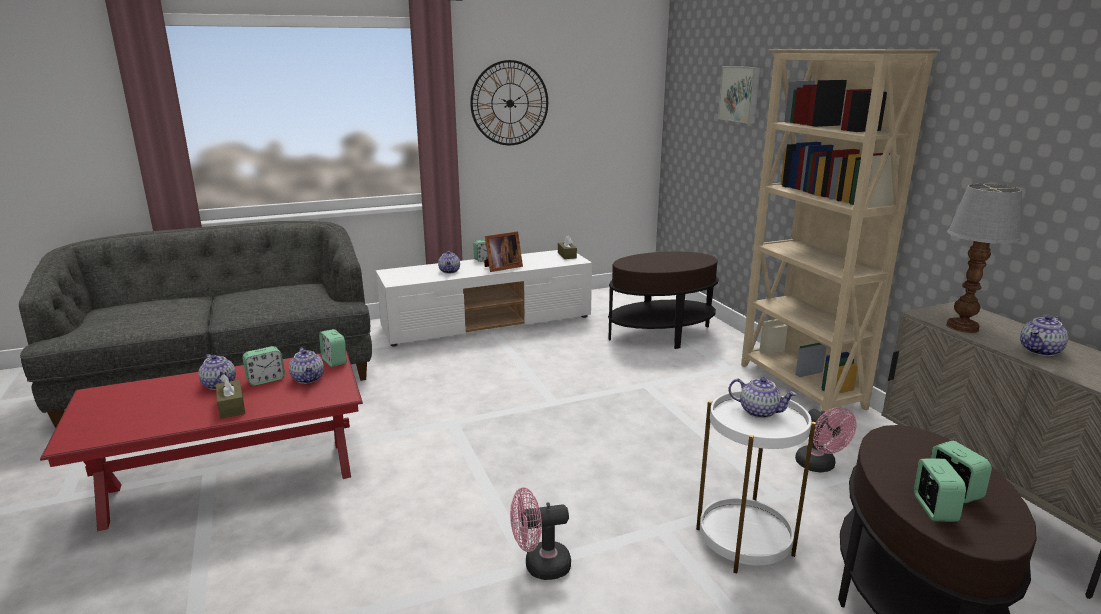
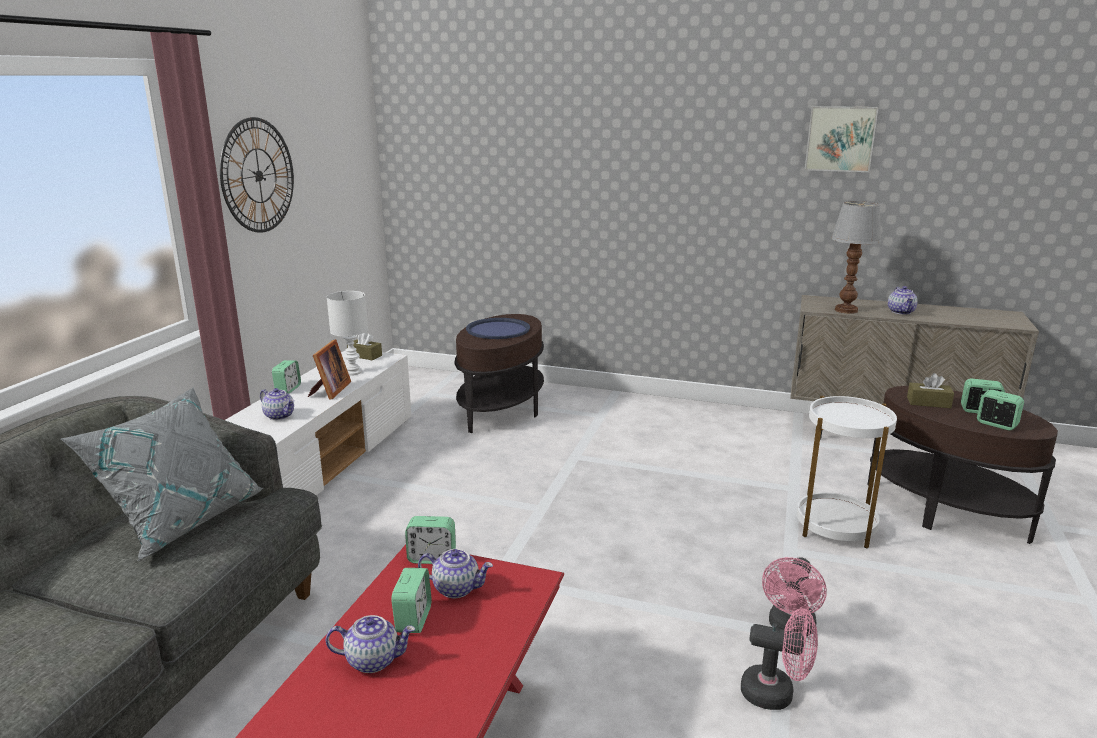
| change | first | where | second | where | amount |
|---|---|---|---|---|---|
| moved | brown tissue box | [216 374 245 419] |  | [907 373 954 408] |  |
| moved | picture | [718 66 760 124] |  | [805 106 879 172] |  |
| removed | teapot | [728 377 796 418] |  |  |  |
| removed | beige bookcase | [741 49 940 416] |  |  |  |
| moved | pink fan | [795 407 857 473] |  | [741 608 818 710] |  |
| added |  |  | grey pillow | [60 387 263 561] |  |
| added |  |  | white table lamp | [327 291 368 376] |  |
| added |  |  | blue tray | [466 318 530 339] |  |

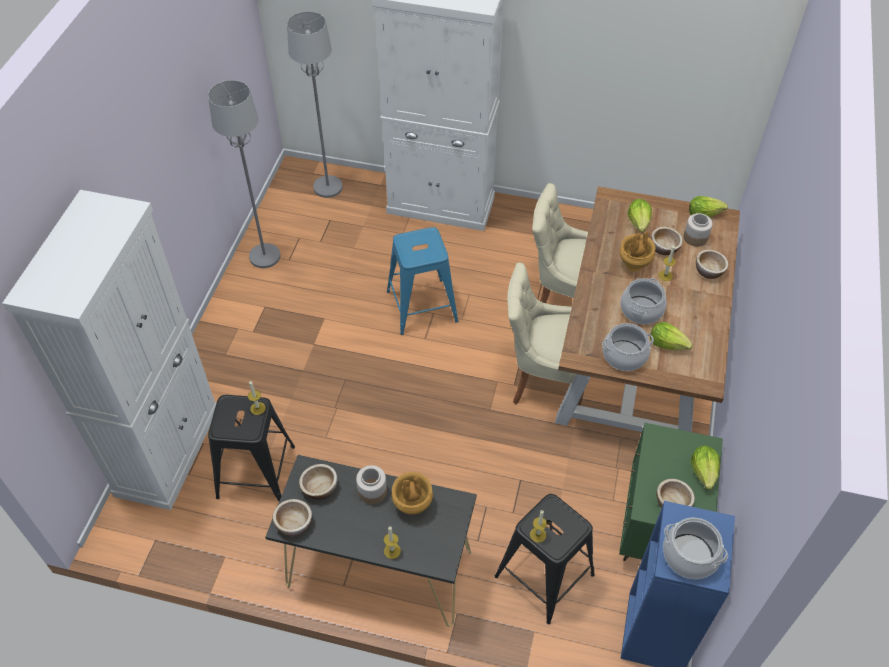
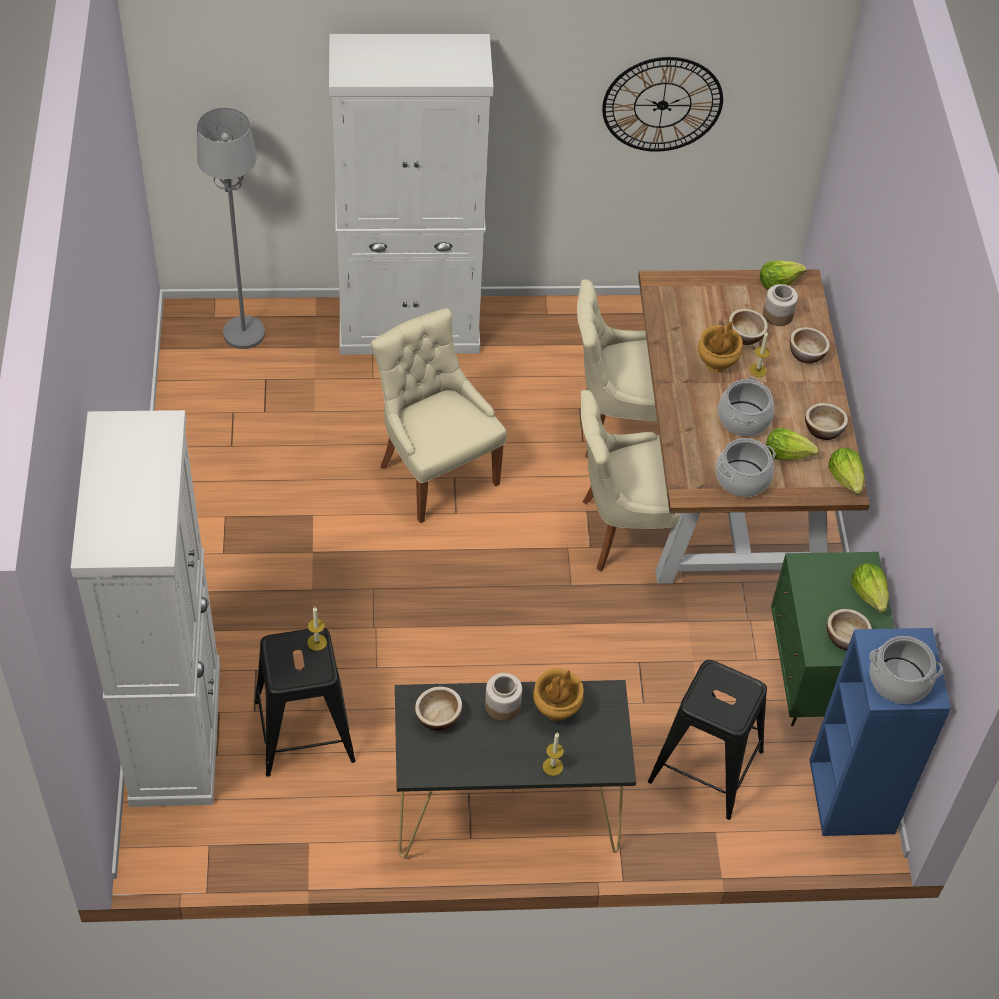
| change | first | where | second | where | amount |
|---|---|---|---|---|---|
| removed | grey floor lamp | [208 80 280 268] |  |  |  |
| moved | bowl | [273 499 312 536] |  | [805 403 848 440] |  |
| replaced | blue stool | [387 227 458 335] | beige chair | [371 308 507 523] |  |
| removed | candle | [530 510 547 543] |  |  |  |
| moved | lettuce | [628 199 652 232] |  | [828 448 865 494] |  |
| added |  |  | wall clock | [602 57 723 152] |  |

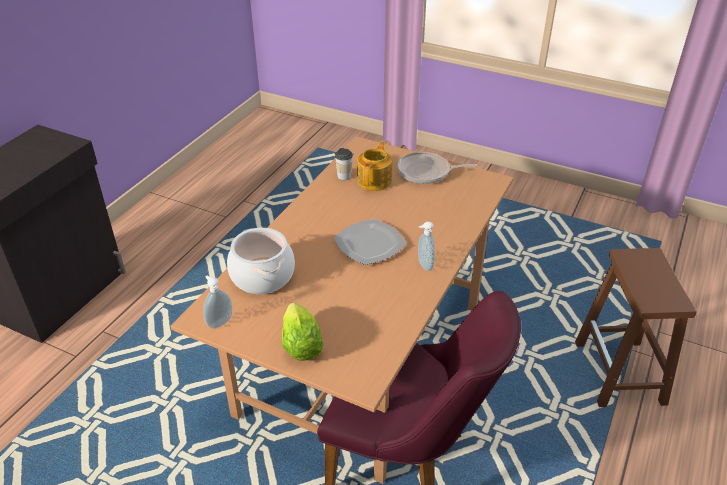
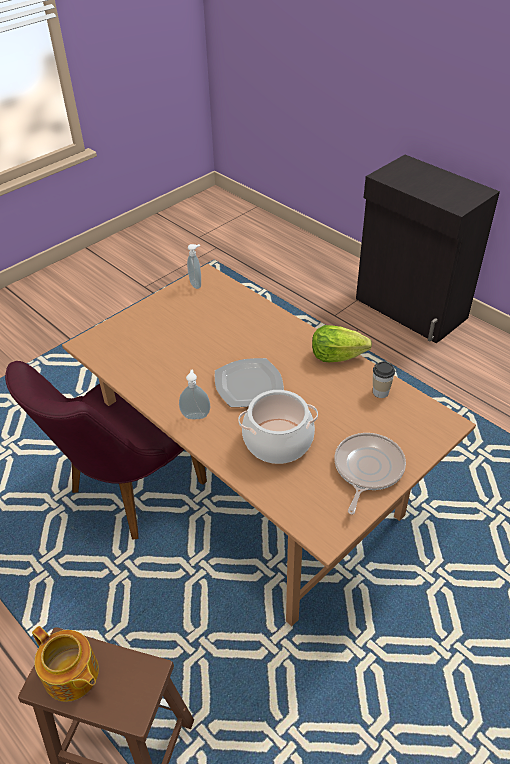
| change | first | where | second | where | amount |
|---|---|---|---|---|---|
| moved | cooking pot | [227 228 295 294] |  | [238 390 318 464] |  |
| moved | lettuce | [282 302 323 361] |  | [312 325 372 362] |  |
| moved | teapot | [357 142 392 191] |  | [32 626 99 702] |  |

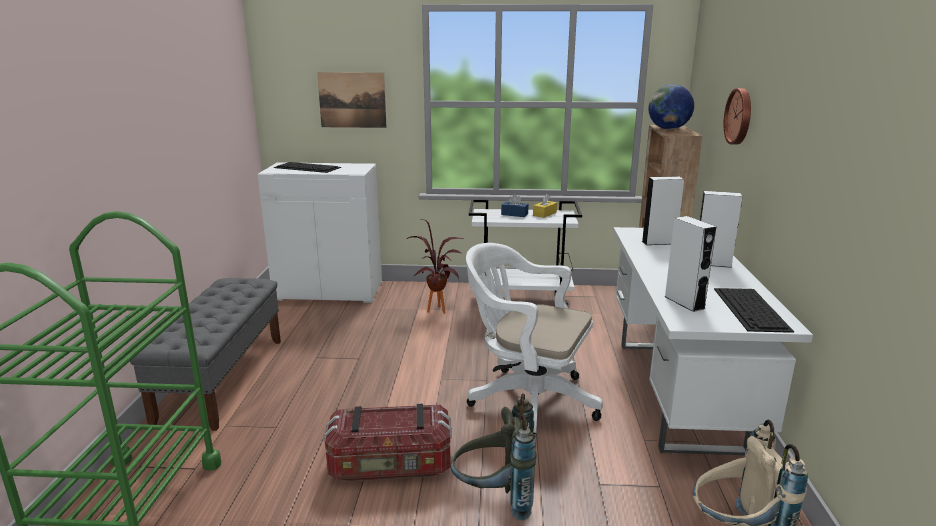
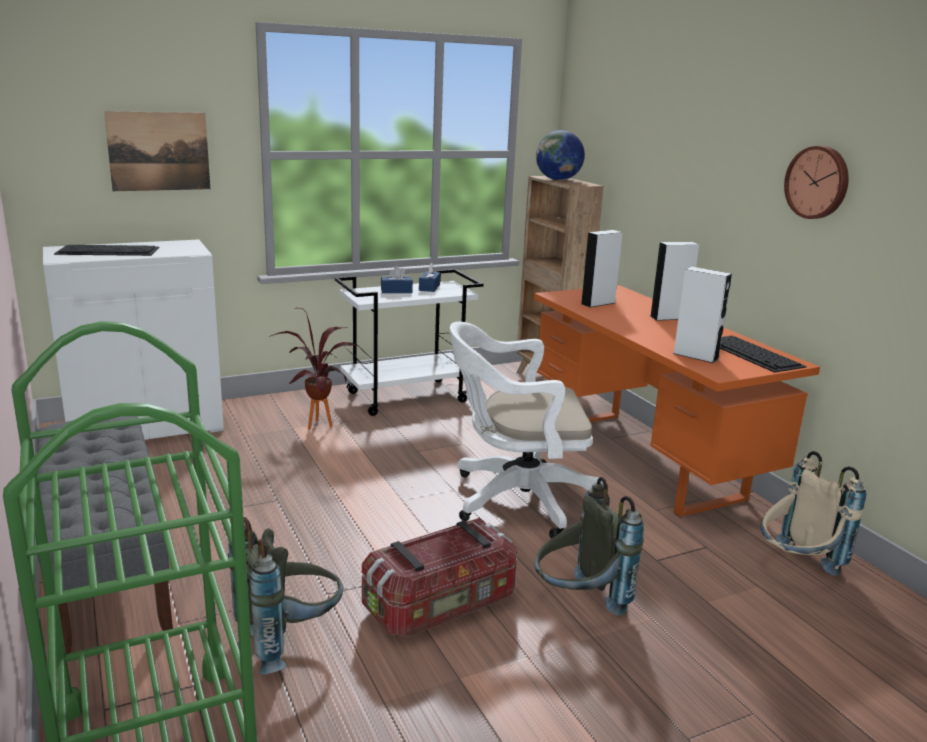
| change | first | where | second | where | amount |
|---|---|---|---|---|---|
| recoloured | yellow tissue box | [533 194 557 218] | blue tissue box | [419 263 440 292] |  |
| recoloured | white desk | [613 227 813 455] | orange desk | [534 285 820 518] |  |
| moved | wall clock | [724 88 751 145] |  | [784 146 849 219] |  |
| added |  |  | grey backpack | [228 517 343 674] |  |

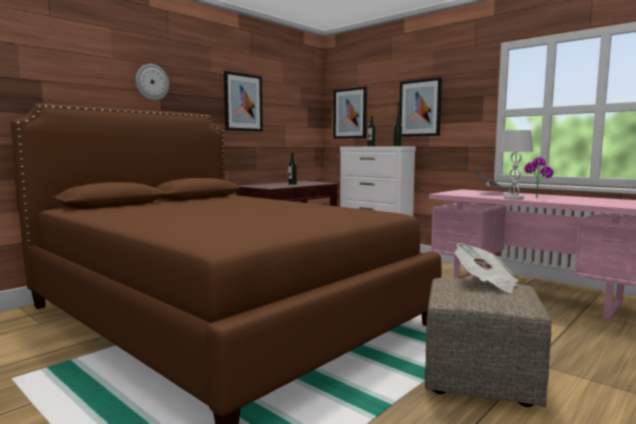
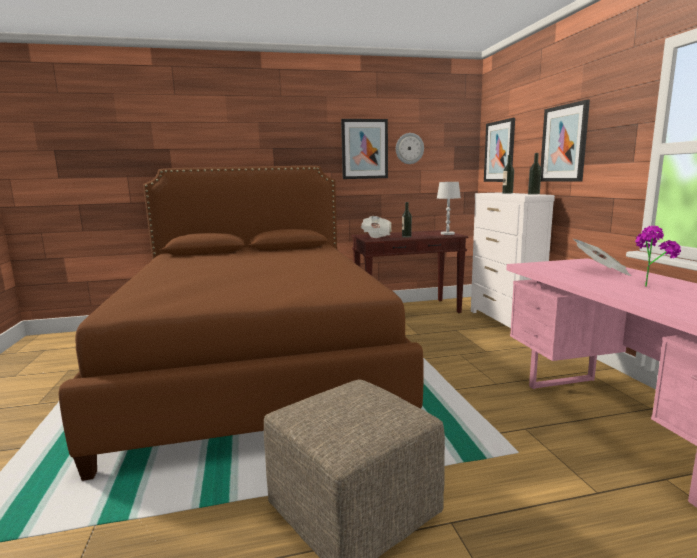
| change | first | where | second | where | amount |
|---|---|---|---|---|---|
| moved | wall clock | [136 64 169 101] |  | [396 133 424 164] |  |
| moved | newspaper | [455 243 518 293] |  | [361 216 391 238] |  |
| moved | white table lamp | [500 130 533 199] |  | [437 182 461 235] |  |

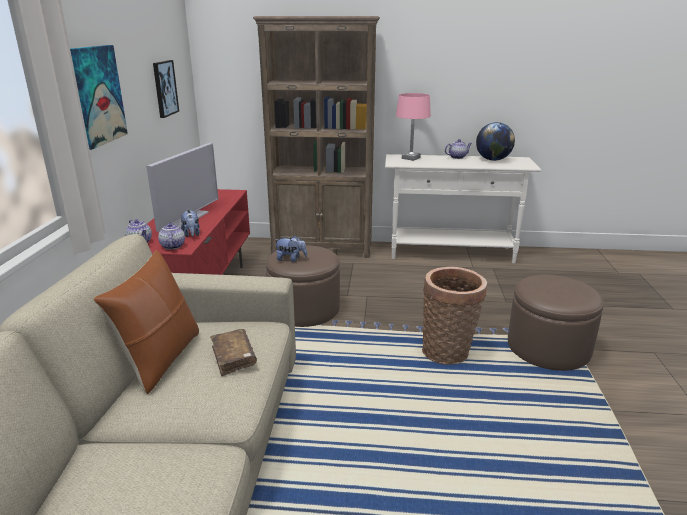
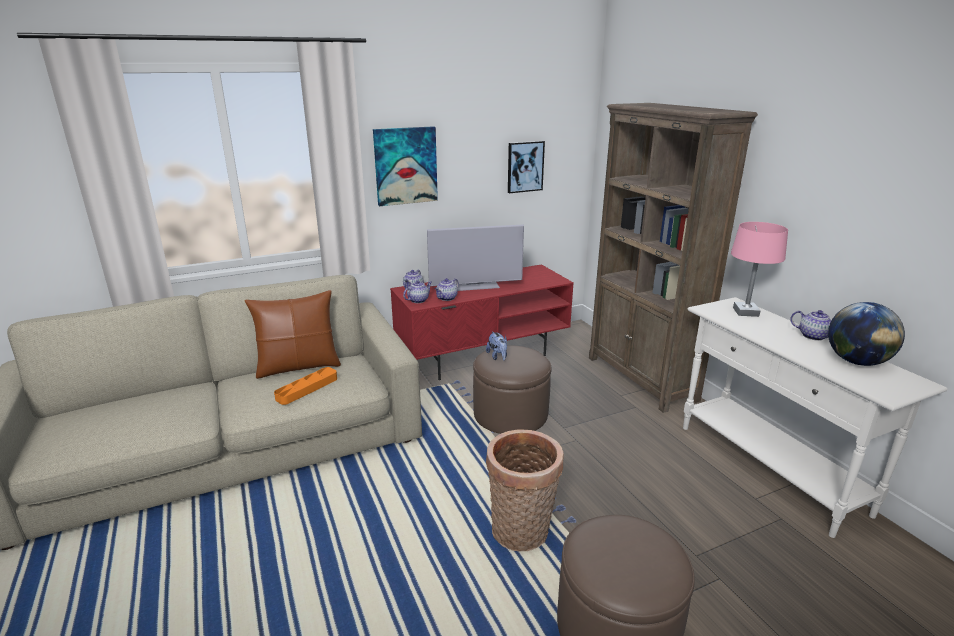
| change | first | where | second | where | amount |
|---|---|---|---|---|---|
| replaced | plush toy | [181 210 200 237] | teapot | [434 278 459 301] |  |
| replaced | brown book | [210 329 257 376] | orange tray | [274 367 337 405] |  |

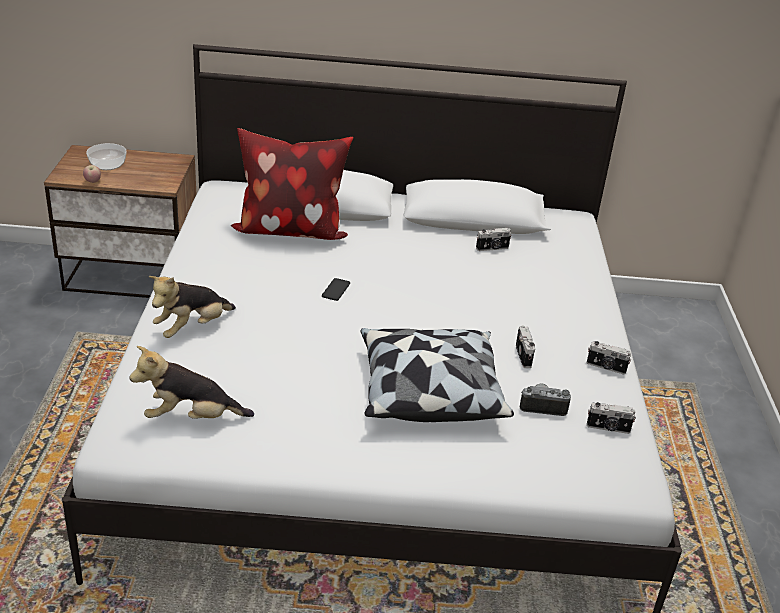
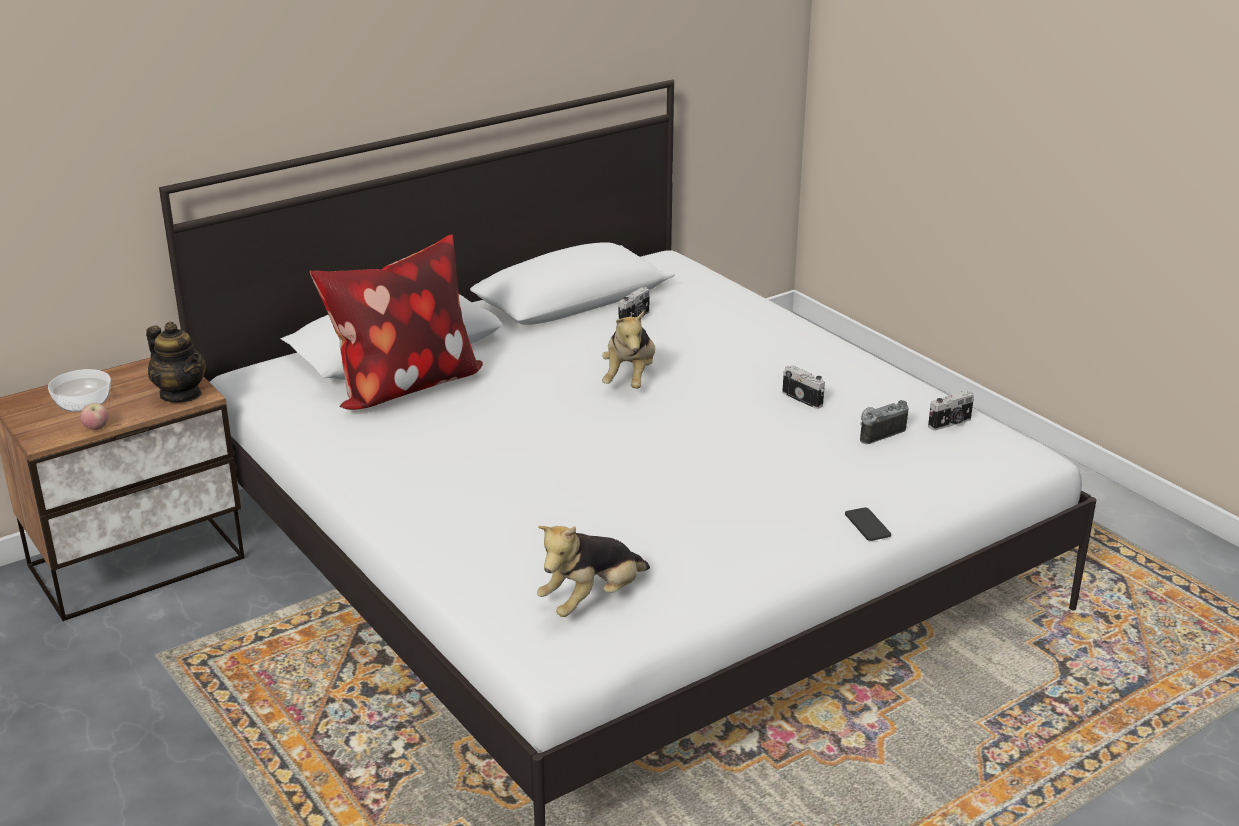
| change | first | where | second | where | amount |
|---|---|---|---|---|---|
| moved | plush toy | [149 276 236 338] |  | [602 310 655 389] |  |
| moved | phone | [322 278 350 301] |  | [845 507 891 541] |  |
| removed | pillow | [360 328 514 422] |  |  |  |
| removed | photo camera | [587 341 631 375] |  |  |  |
| added |  |  | teapot | [146 322 206 402] |  |

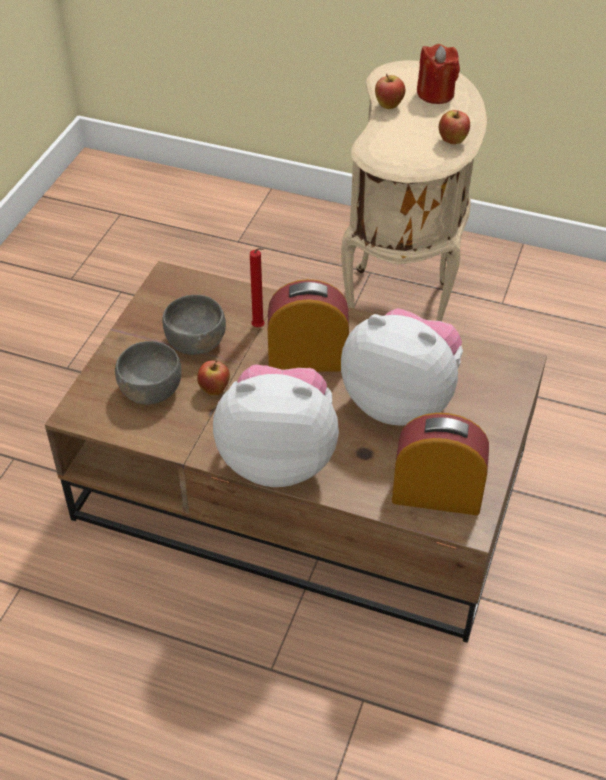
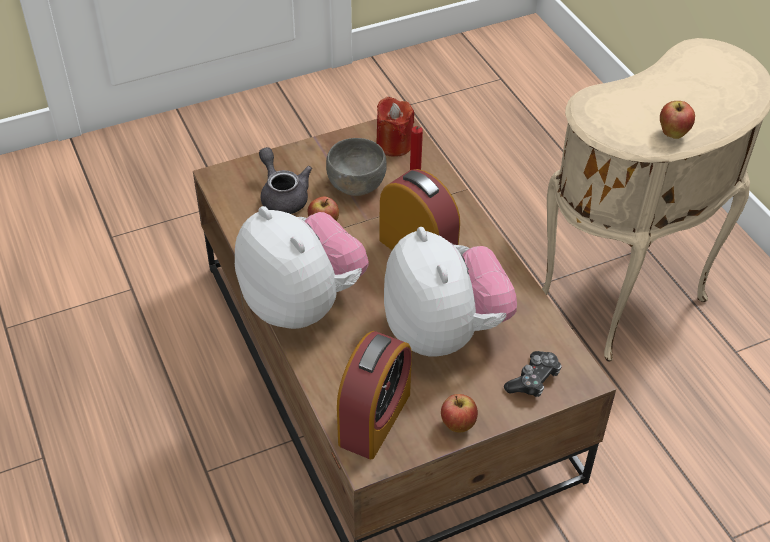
| change | first | where | second | where | amount |
|---|---|---|---|---|---|
| replaced | grey bowl | [115 341 182 405] | grey teapot | [259 147 312 214] |  |
| moved | apple | [375 74 406 109] |  | [441 394 478 432] |  |
| turned | alarm clock | [392 413 489 515] |  | [337 331 412 459] | 60 degrees clockwise |
| moved | red candle | [417 44 460 104] |  | [376 96 414 157] |  |
| added |  |  | game controller | [504 351 562 397] |  |

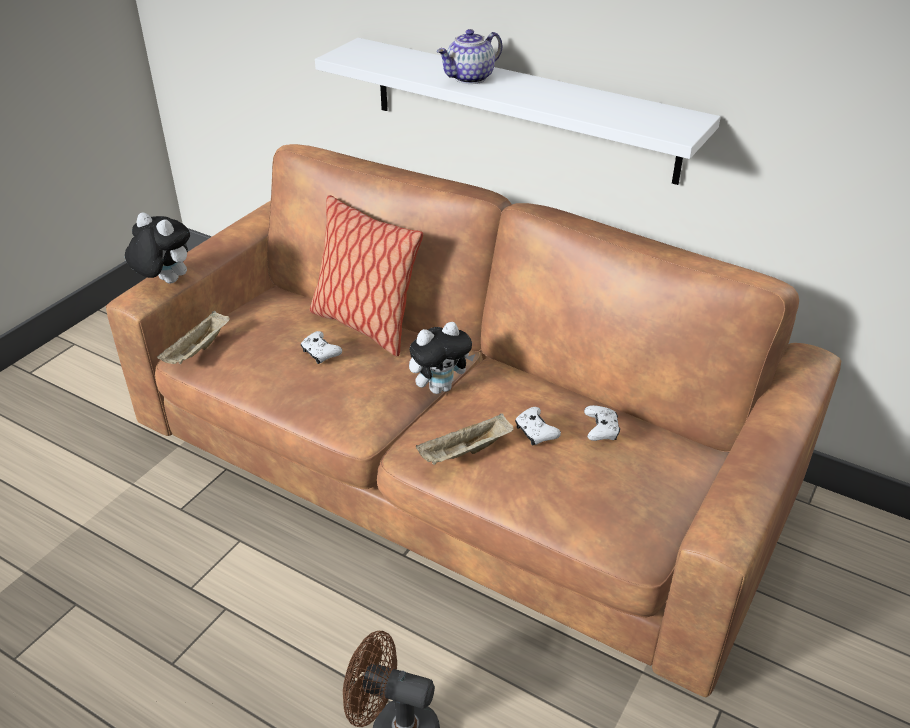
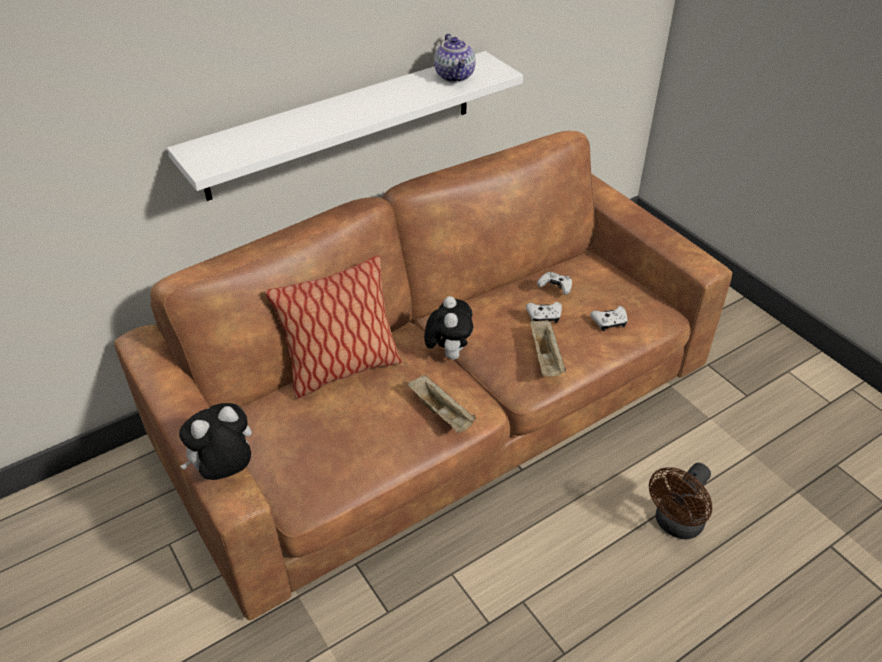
| change | first | where | second | where | amount |
|---|---|---|---|---|---|
| moved | beige tray | [157 311 230 364] |  | [408 375 476 433] |  |
| moved | white game controller | [300 331 342 364] |  | [590 306 627 331] |  |
| moved | teapot | [437 29 502 84] |  | [434 34 475 83] |  |

